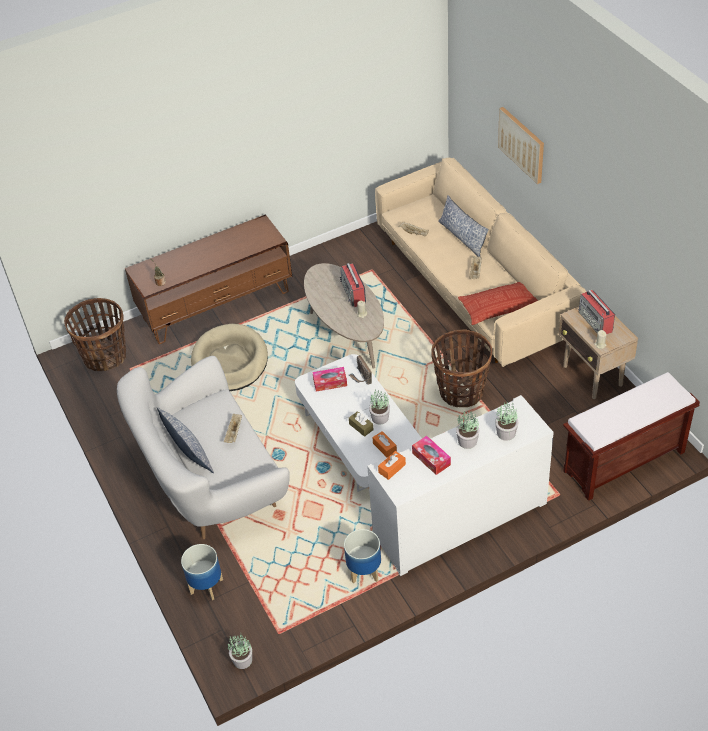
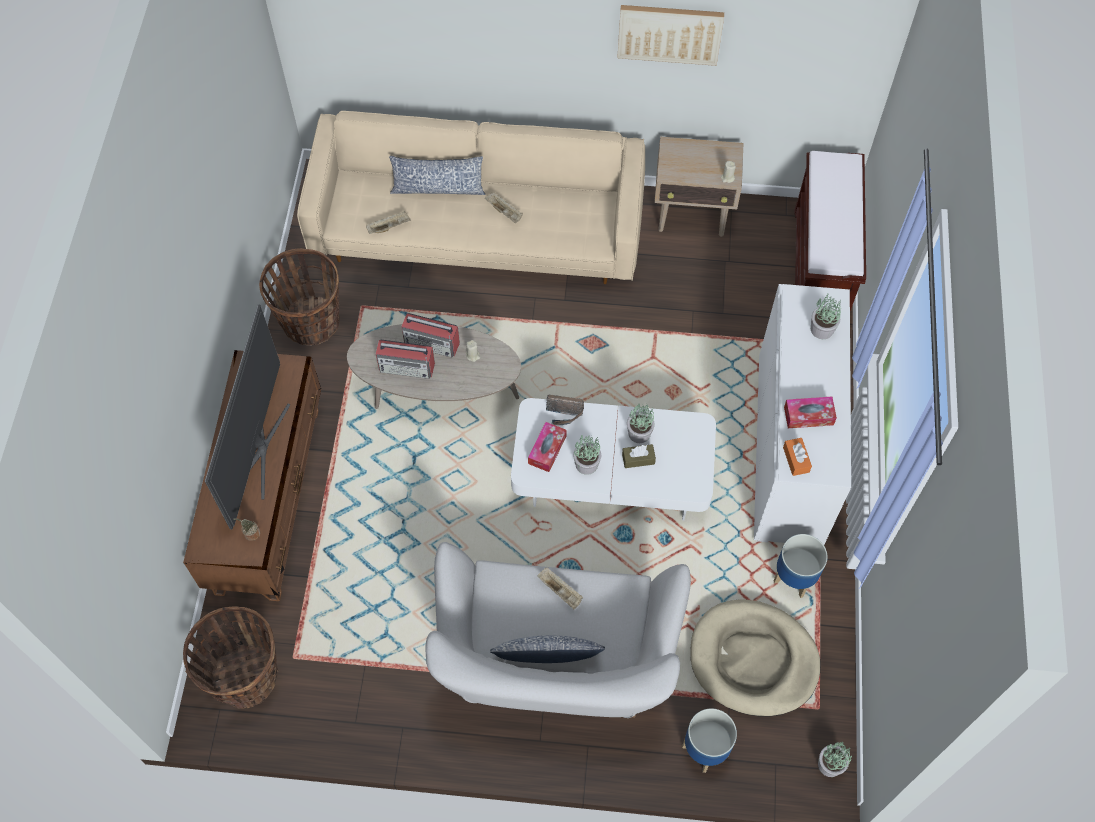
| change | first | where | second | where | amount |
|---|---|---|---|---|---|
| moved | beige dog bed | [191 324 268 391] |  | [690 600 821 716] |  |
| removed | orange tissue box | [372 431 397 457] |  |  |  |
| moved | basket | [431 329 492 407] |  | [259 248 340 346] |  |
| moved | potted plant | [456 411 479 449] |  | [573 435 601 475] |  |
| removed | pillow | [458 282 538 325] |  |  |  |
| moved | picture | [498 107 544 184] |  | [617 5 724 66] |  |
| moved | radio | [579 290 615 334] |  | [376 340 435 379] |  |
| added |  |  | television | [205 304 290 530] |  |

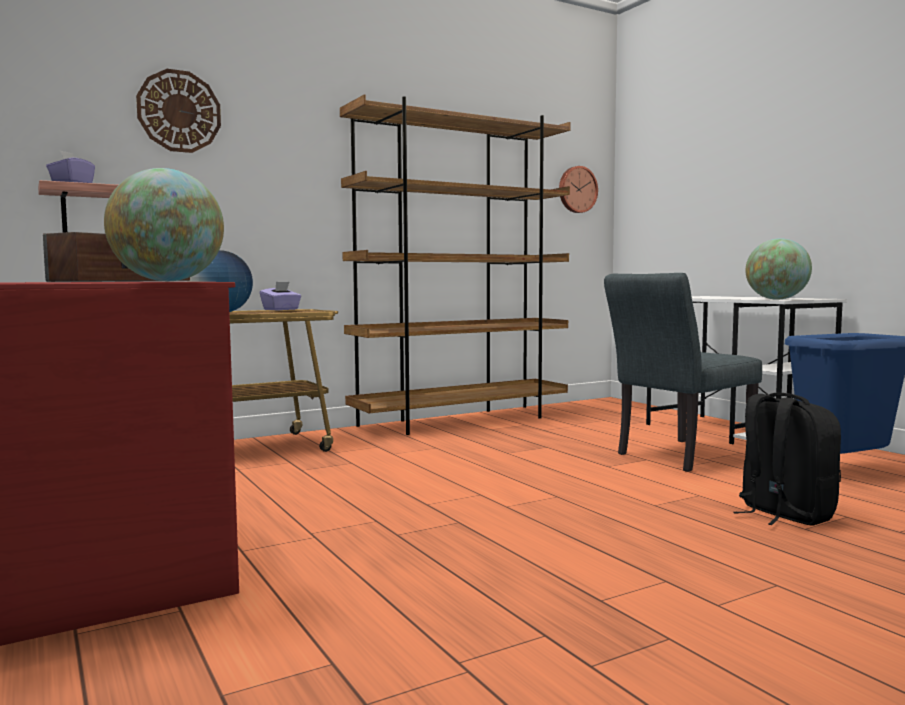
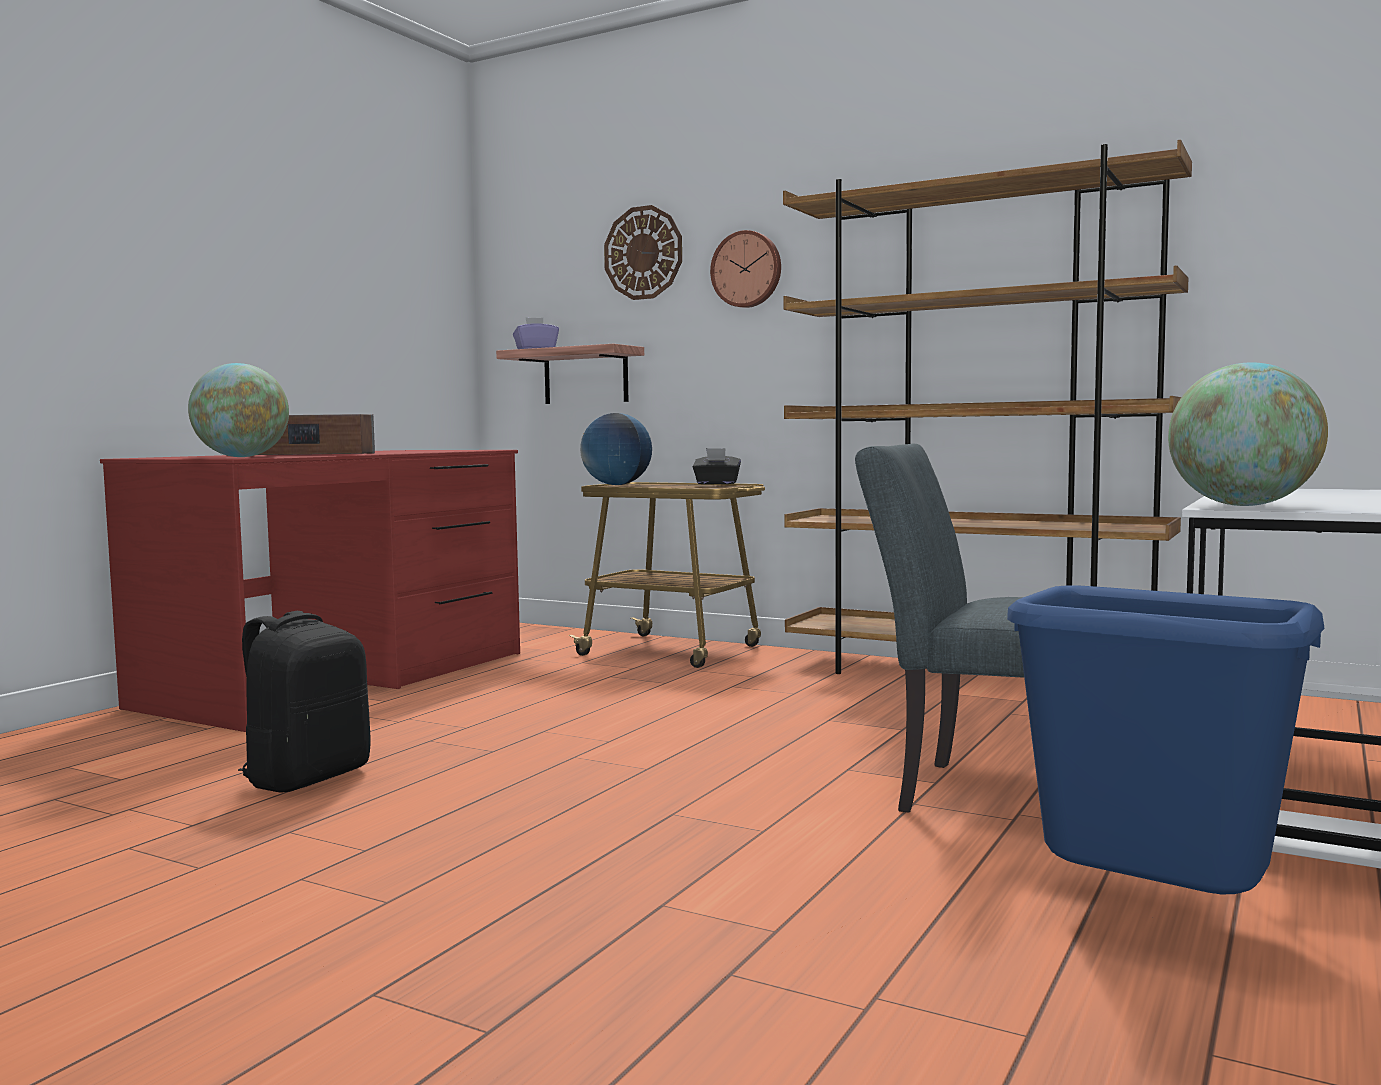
| change | first | where | second | where | amount |
|---|---|---|---|---|---|
| recoloured | purple tissue box | [260 282 302 310] | black tissue box | [693 448 741 484] |  |
| moved | wall clock | [559 166 598 213] |  | [710 230 781 308] |  |
| moved | black backpack | [733 393 841 526] |  | [238 611 371 793] |  |

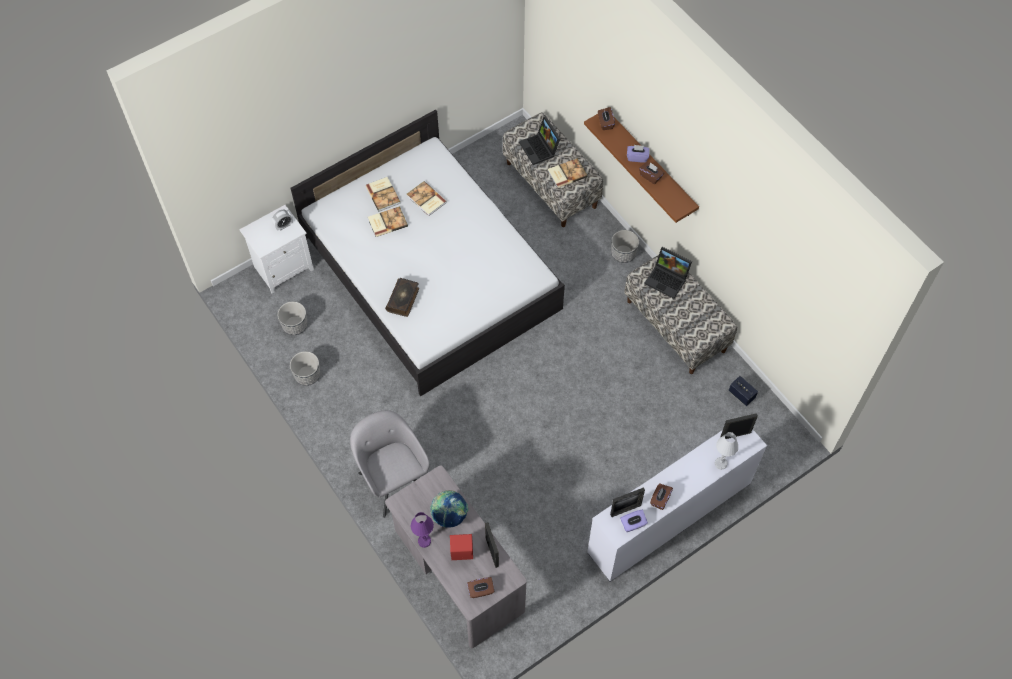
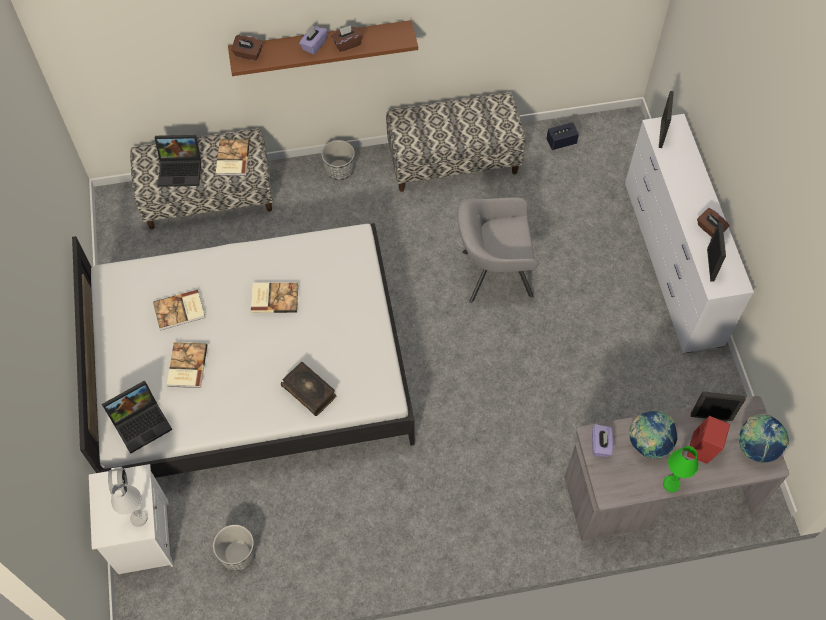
| change | first | where | second | where | amount |
|---|---|---|---|---|---|
| removed | planter | [290 351 320 386] |  |  |  |
| moved | grey armchair | [350 410 430 518] |  | [457 198 538 303] |  |
| moved | book | [365 177 401 212] |  | [251 283 298 313] |  |
| recoloured | purple table lamp | [411 512 434 548] | green table lamp | [663 446 699 492] |  |
| replaced | brown tissue box | [467 577 495 598] | globe | [739 414 789 462] |  |
| moved | purple tissue box | [620 510 648 532] |  | [592 424 613 457] |  |
| moved | laptop | [644 247 692 299] |  | [102 380 172 454] |  |
| moved | white table lamp | [715 432 739 470] |  | [111 483 148 527] |  |

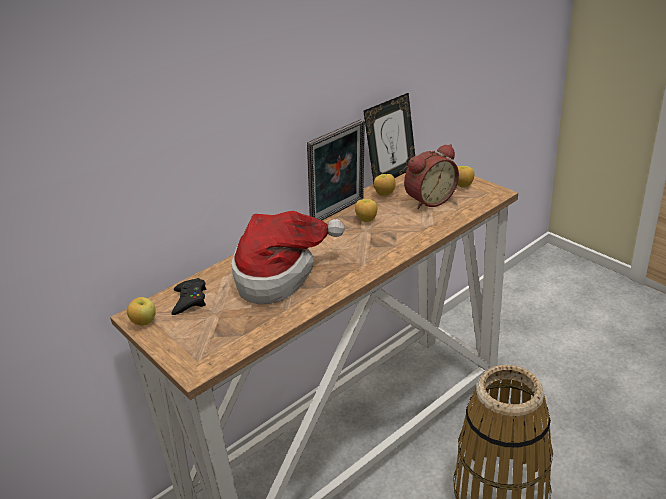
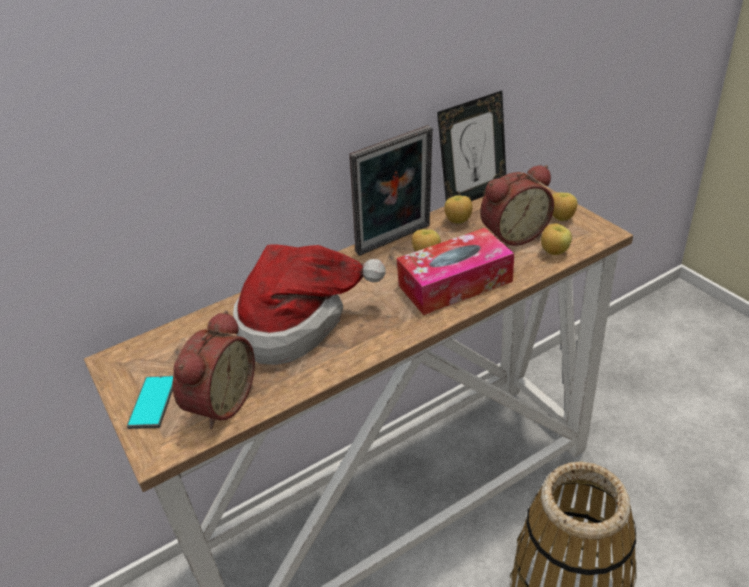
| change | first | where | second | where | amount |
|---|---|---|---|---|---|
| moved | apple | [127 297 156 326] |  | [541 223 572 255] |  |
| removed | black game controller | [171 278 206 315] |  |  |  |
| added |  |  | phone | [127 376 173 429] |  |
| added |  |  | alarm clock | [173 310 255 429] |  |
| added |  |  | tissue box | [397 228 514 315] |  |

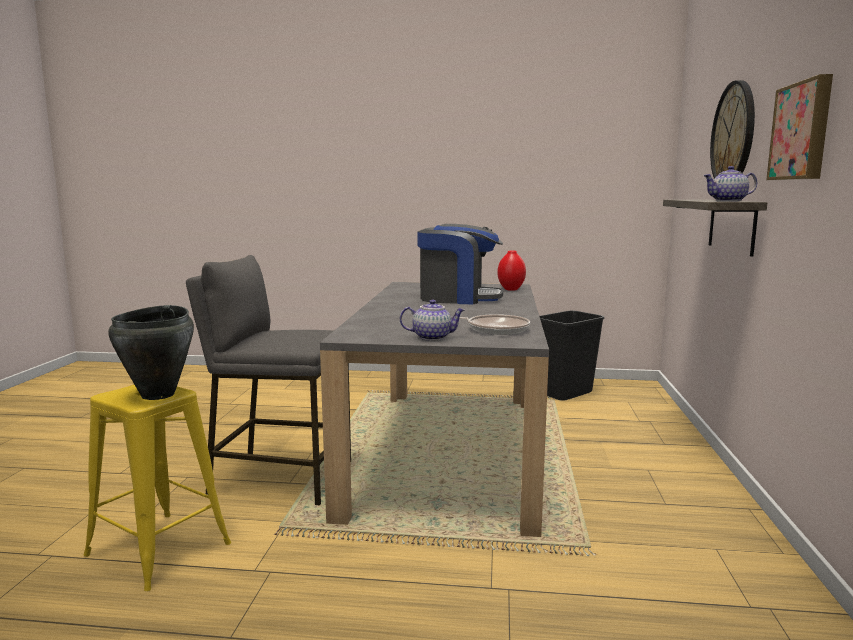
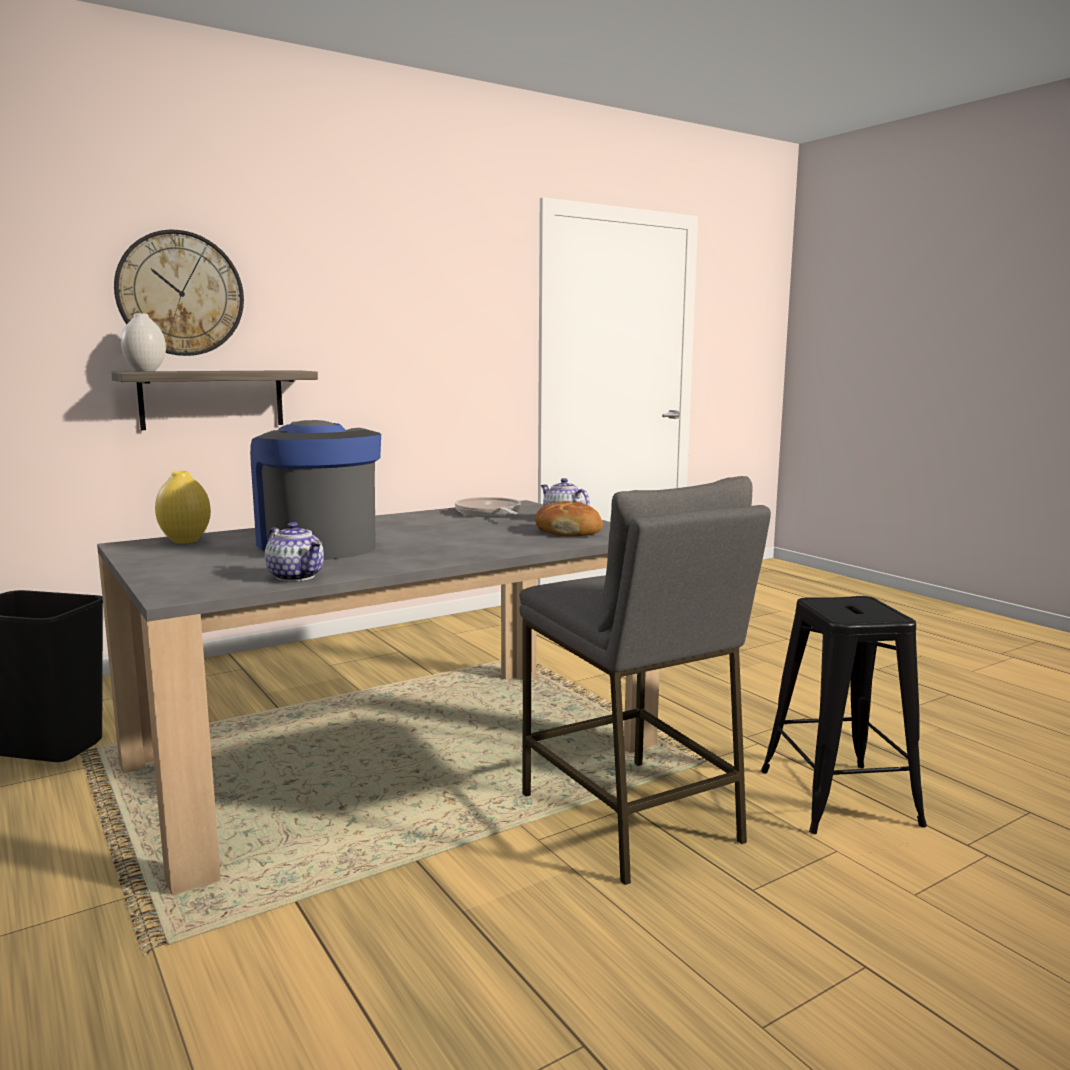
| change | first | where | second | where | amount |
|---|---|---|---|---|---|
| recoloured | yellow stool | [84 385 231 591] | black stool | [761 596 927 834] |  |
| removed | black cooking pot | [108 305 194 400] |  |  |  |
| recoloured | red vase | [497 251 526 291] | yellow vase | [155 471 211 544] |  |
| moved | teapot | [703 166 757 201] |  | [265 522 324 582] |  |
| removed | picture | [766 74 833 180] |  |  |  |
| added |  |  | white vase | [121 313 166 372] |  |
| added |  |  | bread | [535 501 603 537] |  |

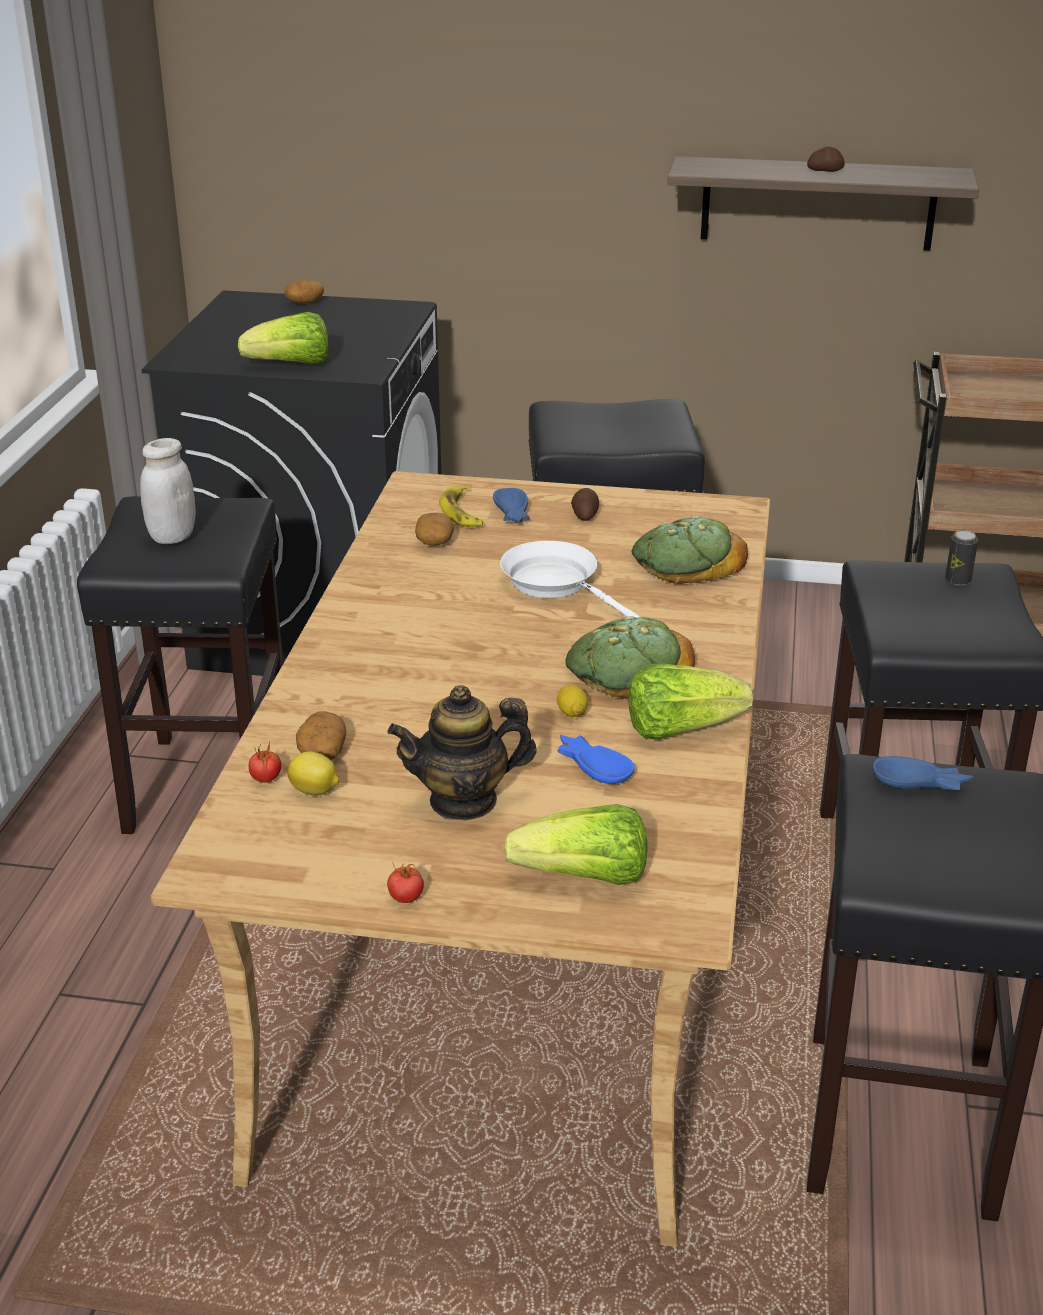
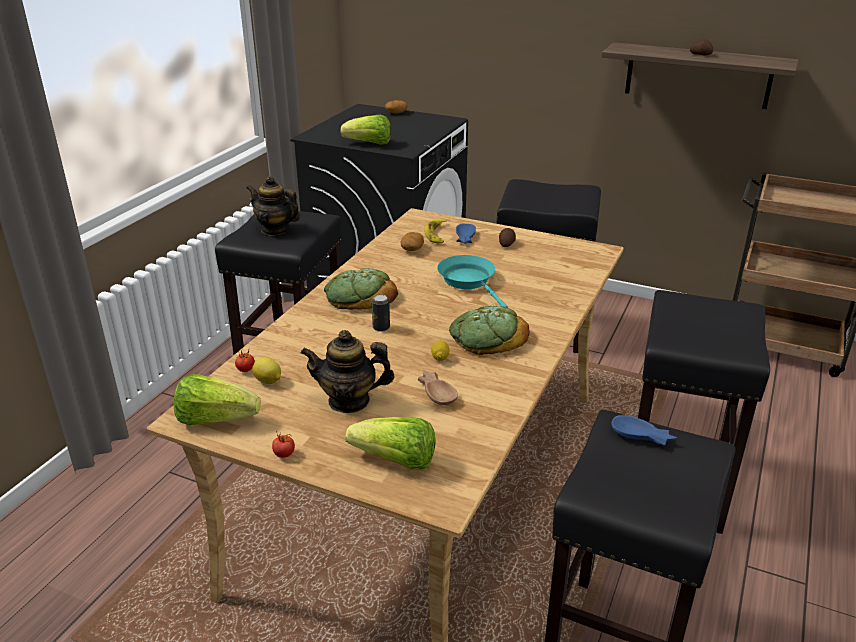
| change | first | where | second | where | amount |
|---|---|---|---|---|---|
| replaced | white jar | [140 438 196 544] | teapot | [246 176 300 236] |  |
| removed | potato | [296 712 346 760] |  |  |  |
| recoloured | white frying pan | [500 541 640 618] | turquoise frying pan | [437 255 508 308] |  |
| recoloured | blue bowl | [557 735 635 784] | brown bowl | [418 370 458 405] |  |
| moved | lettuce | [628 664 753 740] |  | [173 374 261 425] |  |
| moved | bread | [631 516 748 584] |  | [324 267 398 310] |  |
| moved | can | [945 530 978 586] |  | [372 295 390 332] |  |

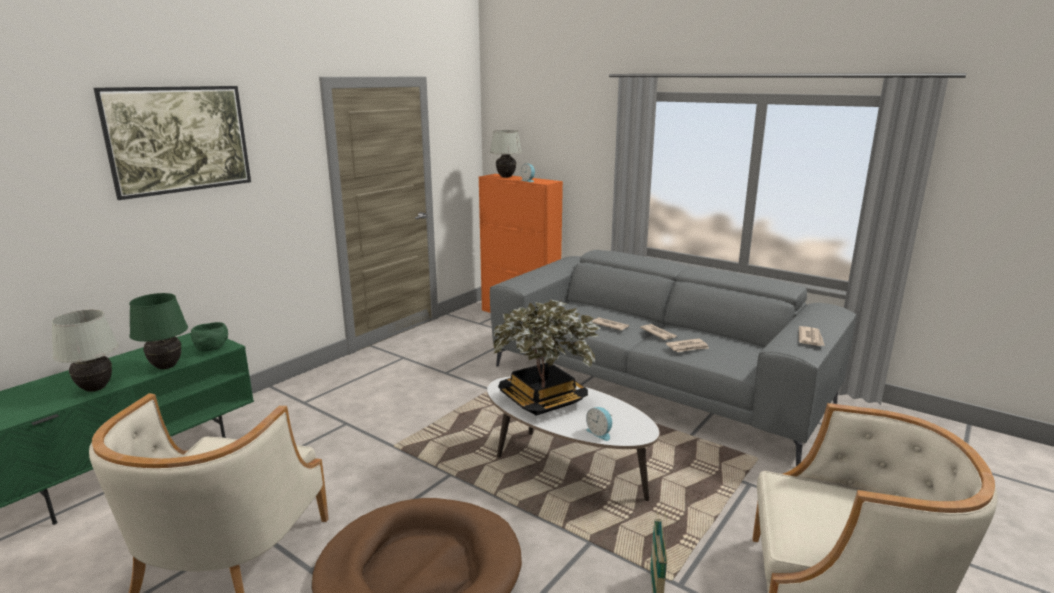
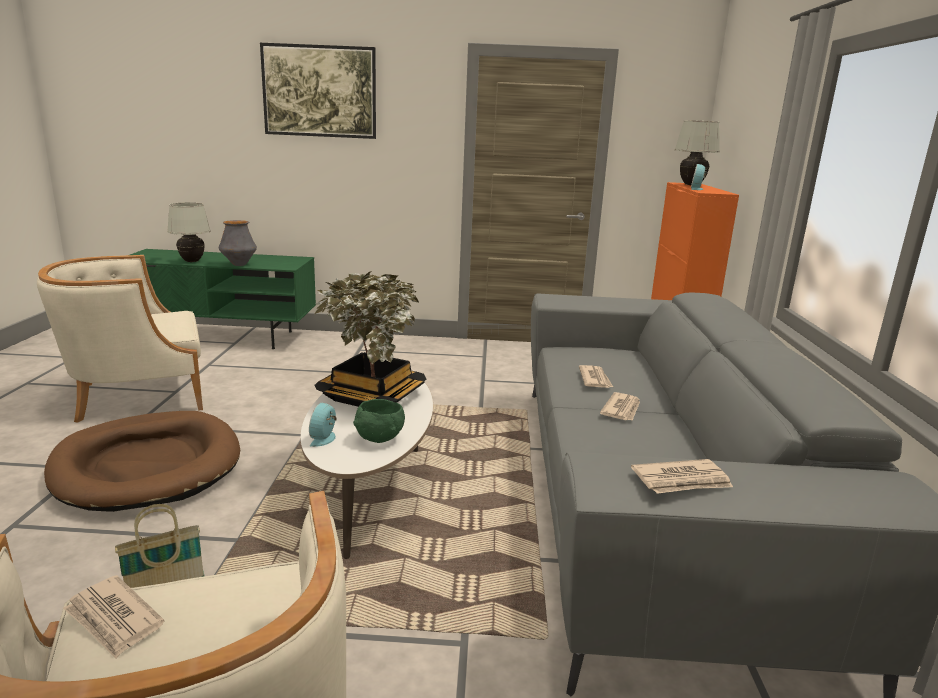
| change | first | where | second | where | amount |
|---|---|---|---|---|---|
| replaced | green table lamp | [129 293 188 369] | vase | [219 220 257 266] |  |
| moved | green bowl | [191 322 228 351] |  | [353 399 405 443] |  |
| moved | newspaper | [666 338 709 352] |  | [63 575 165 658] |  |

